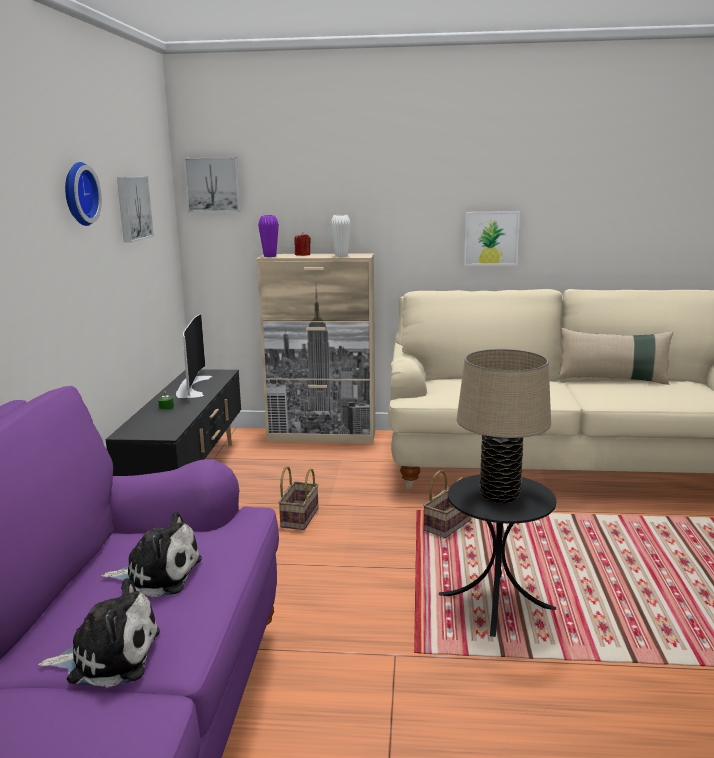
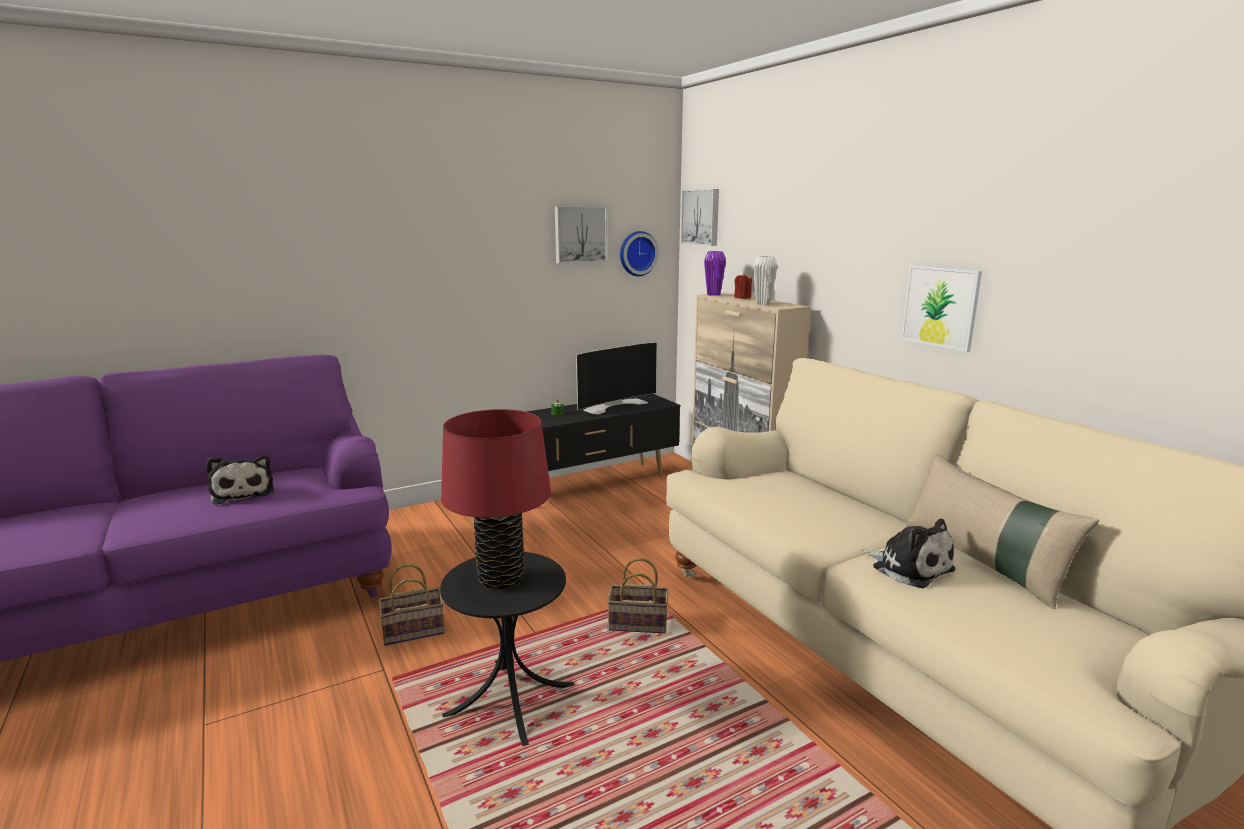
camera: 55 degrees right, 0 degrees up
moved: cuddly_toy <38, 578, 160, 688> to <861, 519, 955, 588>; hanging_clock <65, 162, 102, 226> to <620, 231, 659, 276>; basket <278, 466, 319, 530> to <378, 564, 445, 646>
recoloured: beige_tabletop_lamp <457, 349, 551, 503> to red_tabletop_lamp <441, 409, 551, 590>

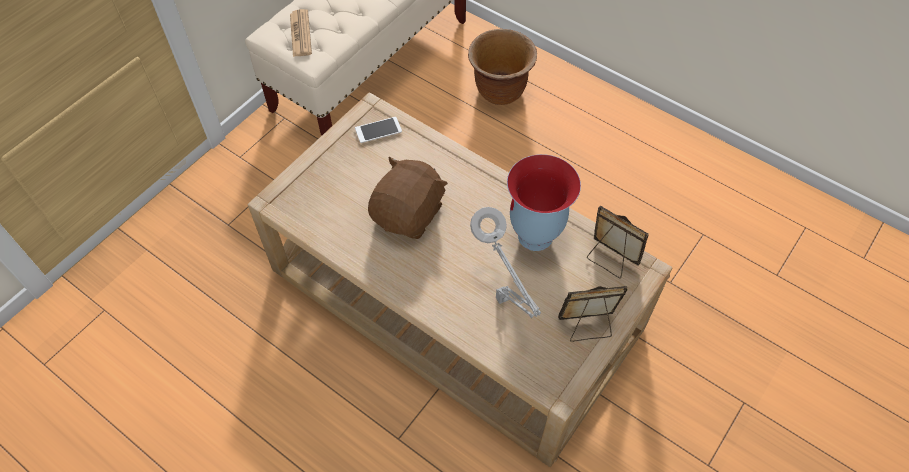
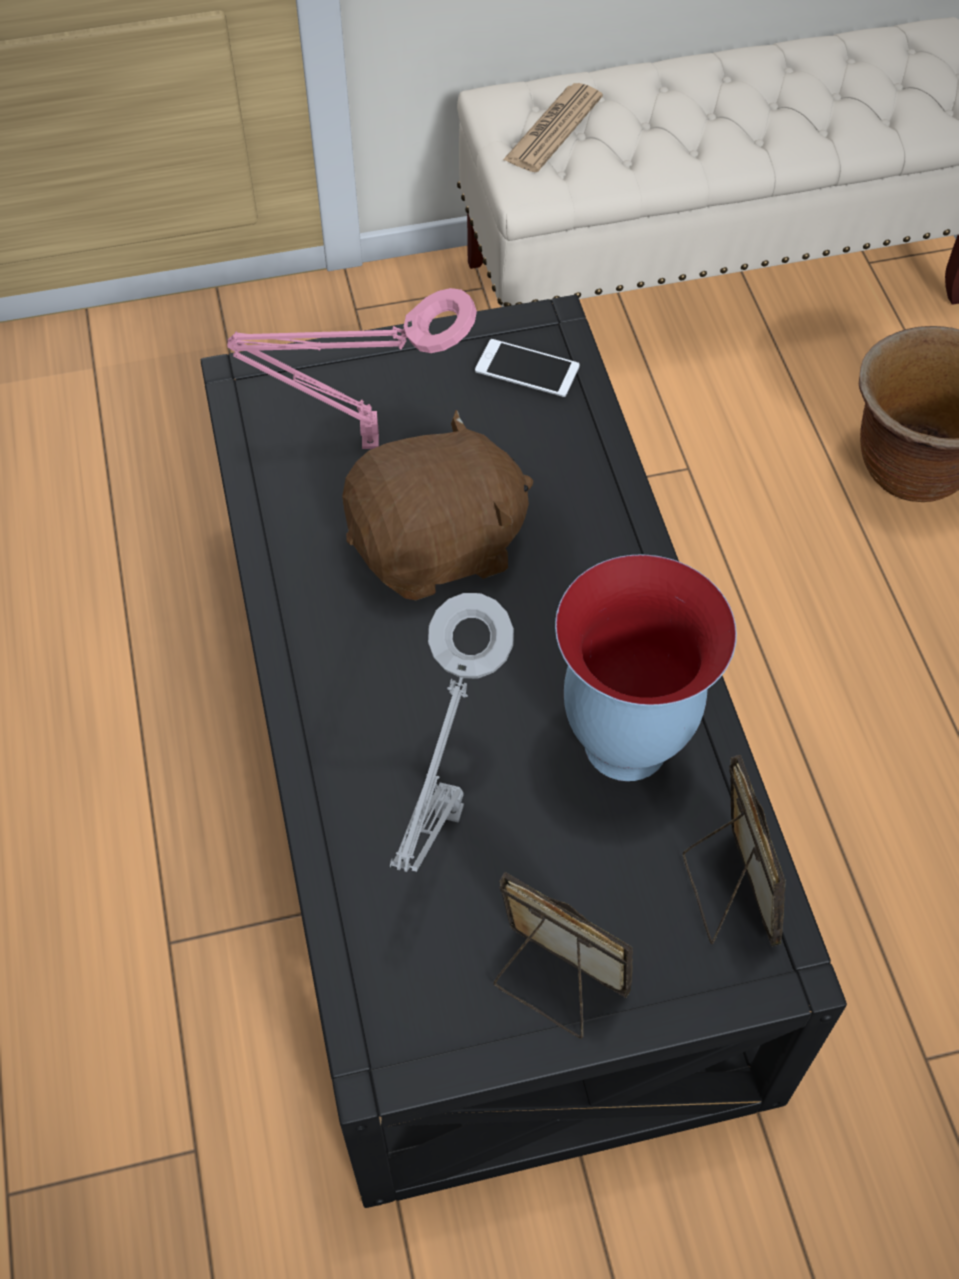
camera: 40 degrees right, 0 degrees up
added: pinkish_tabletop_lamp <227, 288, 477, 449>
recoloured: beige_lounge_table <247, 92, 672, 467> to blackish_lounge_table <201, 295, 847, 1208>

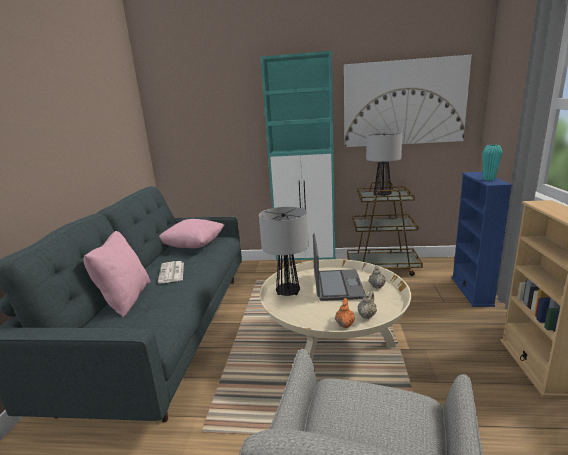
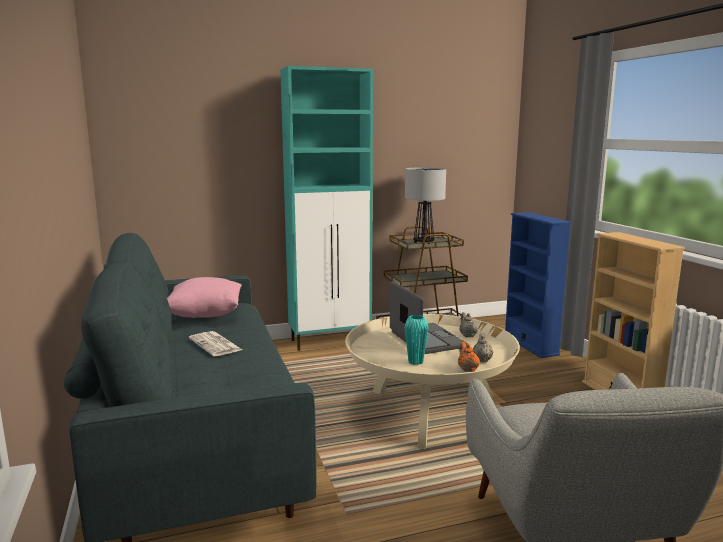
camera: 25 degrees left, 5 degrees down
removed: pinkish_pillow <84, 231, 150, 317>; tabletop_lamp <259, 207, 309, 296>; wall_picture <344, 55, 472, 147>
moved: turquoise_flower_vase <482, 145, 502, 181> to <405, 315, 429, 365>

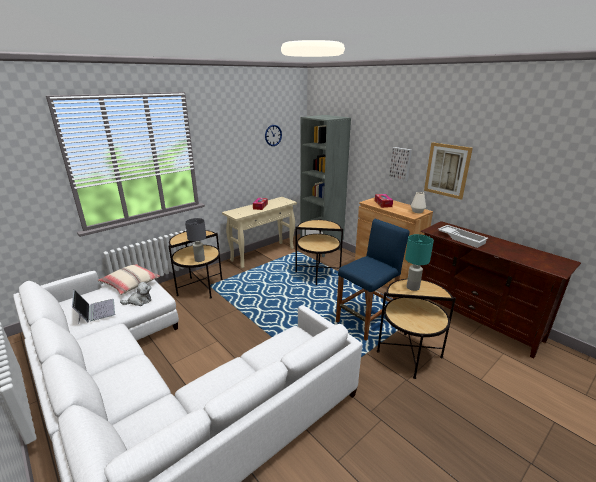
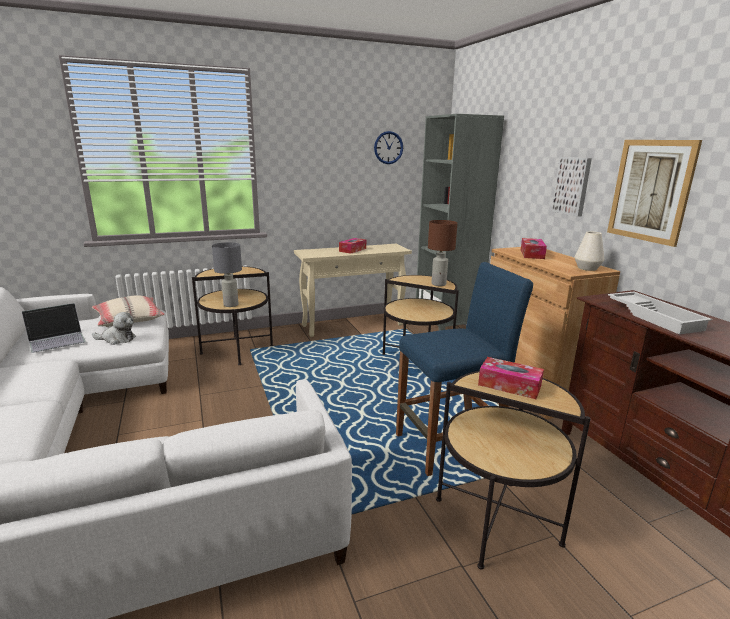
camera: 20 degrees right, 5 degrees down
added: brownish_tabletop_lamp <428, 220, 457, 286>
replaced: turquoise_tabletop_lamp <405, 234, 434, 291> to box_of_tissues <478, 357, 544, 399>
turned: laptop <72, 289, 115, 325> = <22, 303, 86, 353> 60 degrees clockwise

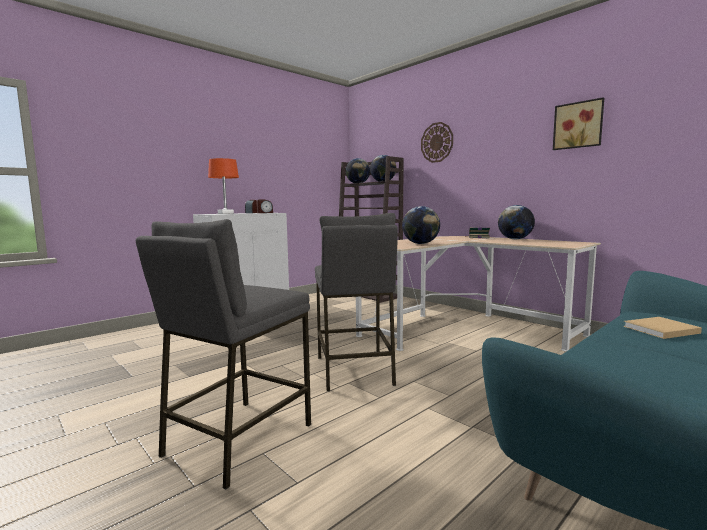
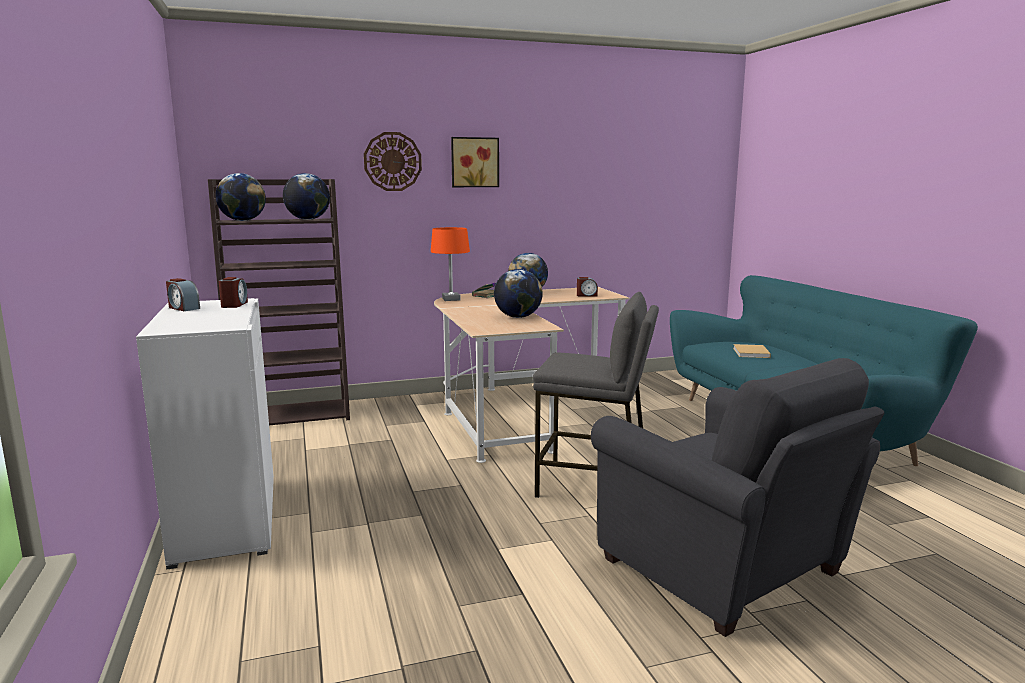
camera: 65 degrees left, 5 degrees up
added: table_clock <577, 277, 598, 297>
moved: orange-coloured_tabletop_lamp <208, 158, 239, 214> to <431, 227, 470, 301>; wall_picture <553, 97, 604, 150> to <451, 137, 499, 187>
replaced: greyish_stool_seat <136, 219, 311, 489> to greyish_armchair <591, 358, 884, 637>

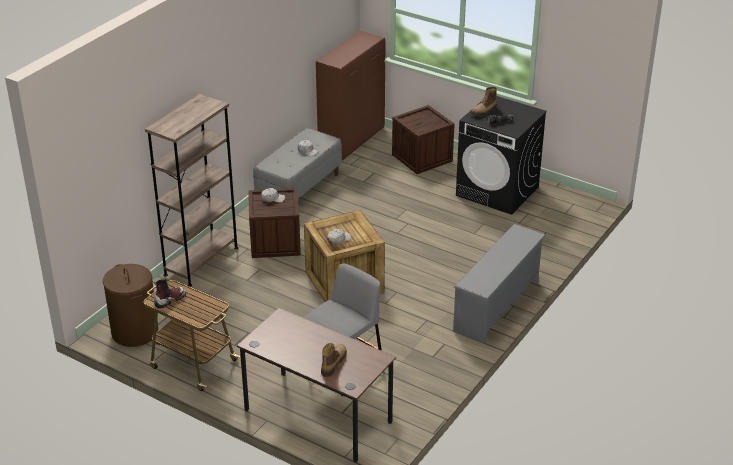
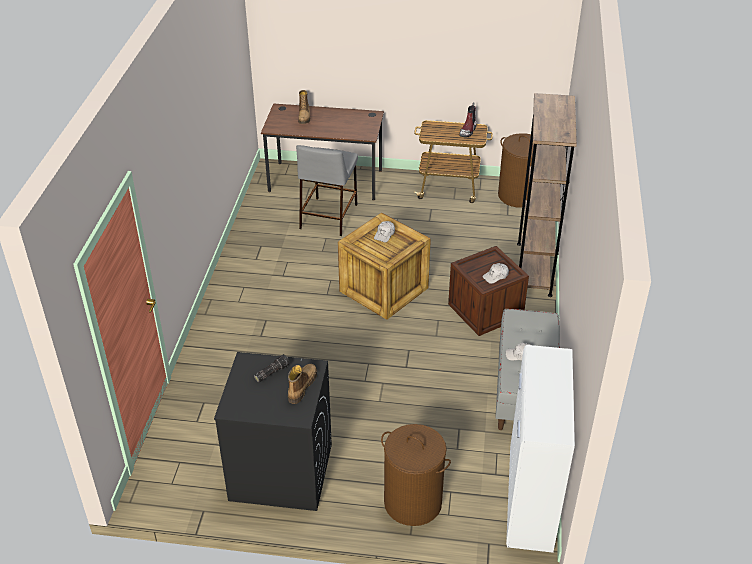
camera: 155 degrees right, 5 degrees up
removed: greyish_shoe_rack <453, 224, 546, 343>
replaced: crate <392, 105, 455, 174> to brownish_laundry_basket <381, 424, 451, 526>
recoloured: brownish_cabinet <316, 31, 385, 161> to white-coloured_cabinet <506, 345, 575, 553>

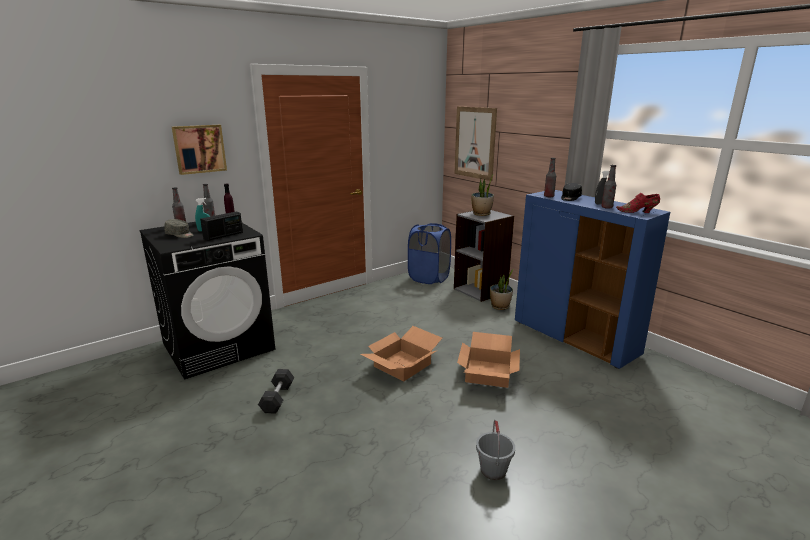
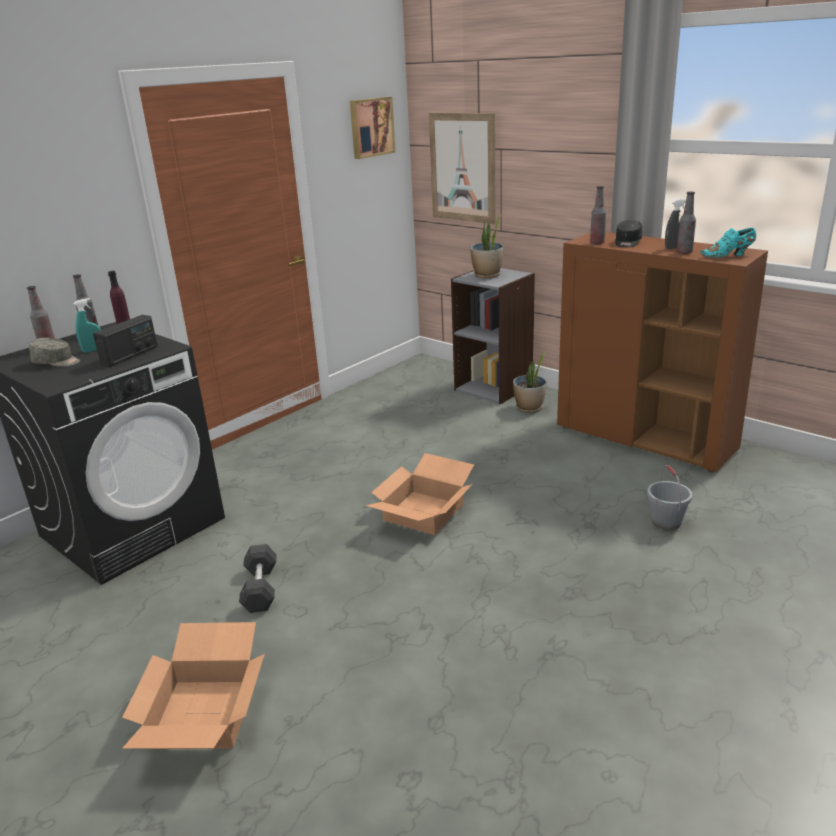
camera: 10 degrees left, 5 degrees up
removed: blue_laundry_basket <408, 223, 451, 284>
moved: wall_picture <172, 125, 227, 175> to <350, 97, 396, 159>; cardboard_box <457, 332, 520, 388> to <122, 622, 265, 749>; greyish_pail <476, 420, 515, 480> to <647, 465, 692, 530>
recoloured: blue_cabinet <515, 190, 670, 369> to brownish_cabinet <557, 232, 768, 472>; red_low_shoe <616, 193, 660, 213> to turquoise_low_shoe <700, 228, 756, 258>

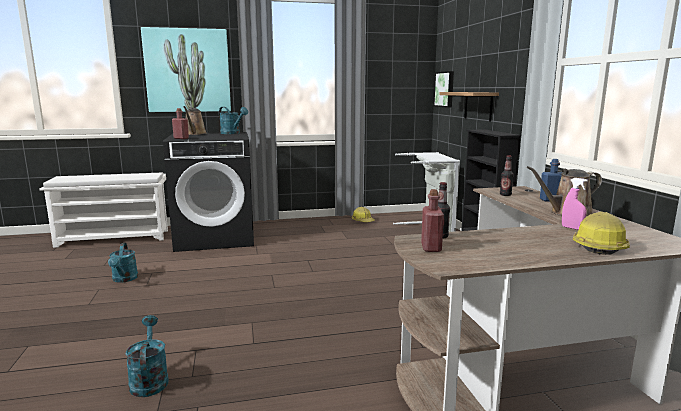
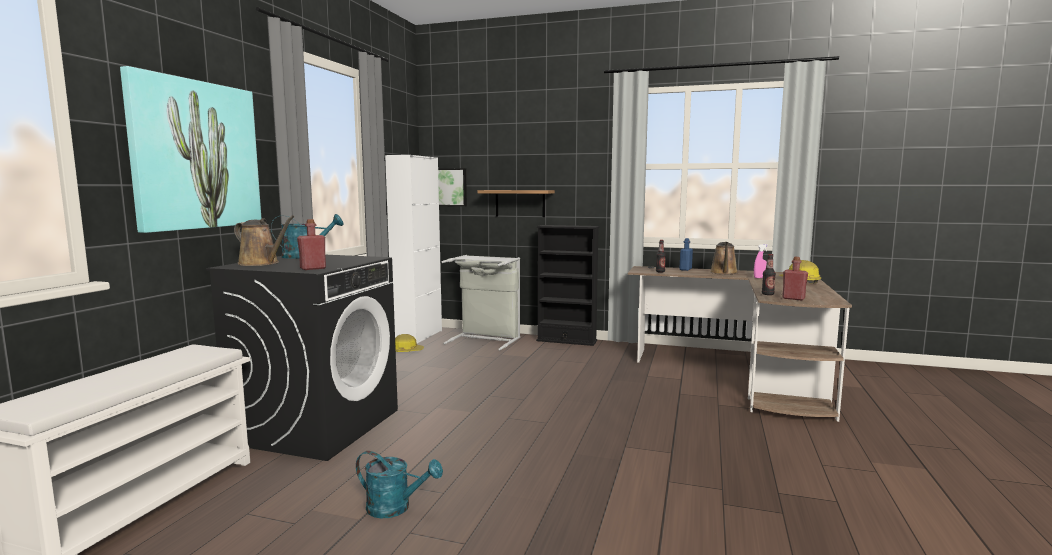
camera: 60 degrees left, 5 degrees down
removed: turquoise_watering_pot <125, 315, 169, 397>
added: white-coloured_cabinet <385, 155, 442, 343>

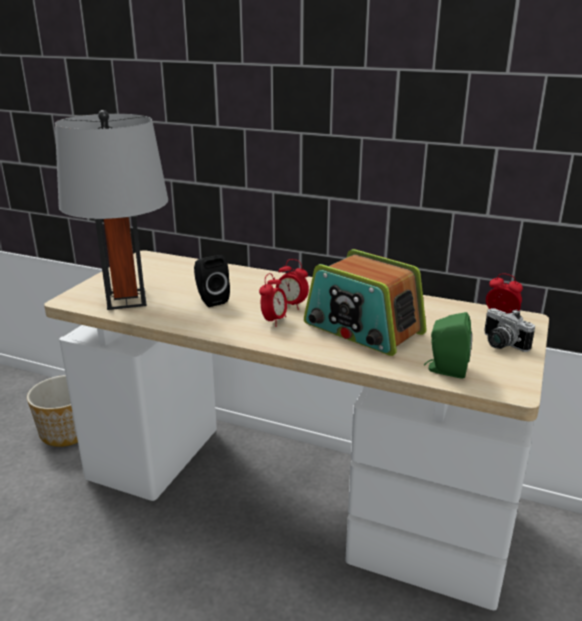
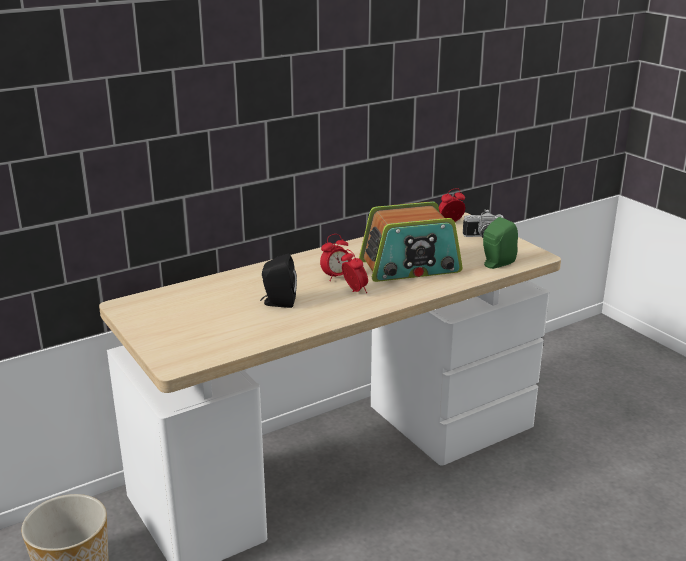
camera: 55 degrees left, 0 degrees up
removed: greyish_tabletop_lamp <55, 110, 168, 310>

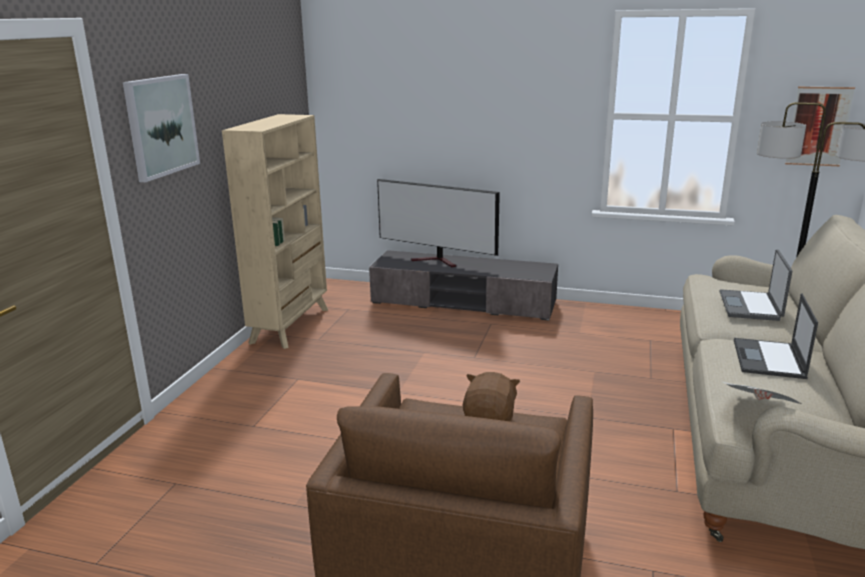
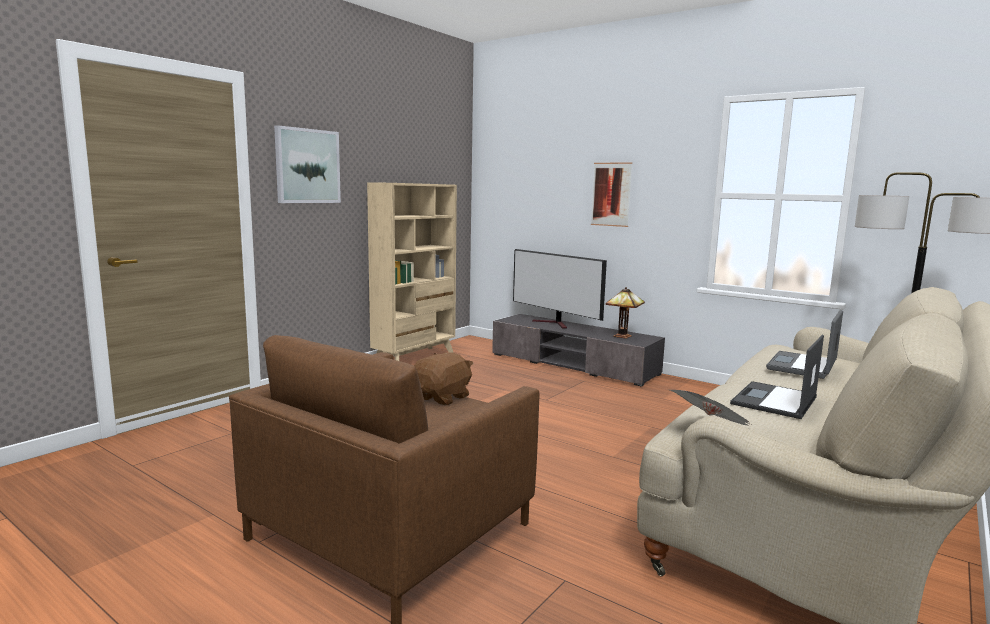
camera: 20 degrees right, 10 degrees down
added: tabletop_lamp <605, 287, 645, 339>
moved: wall_picture <785, 87, 855, 166> to <591, 162, 632, 227>

